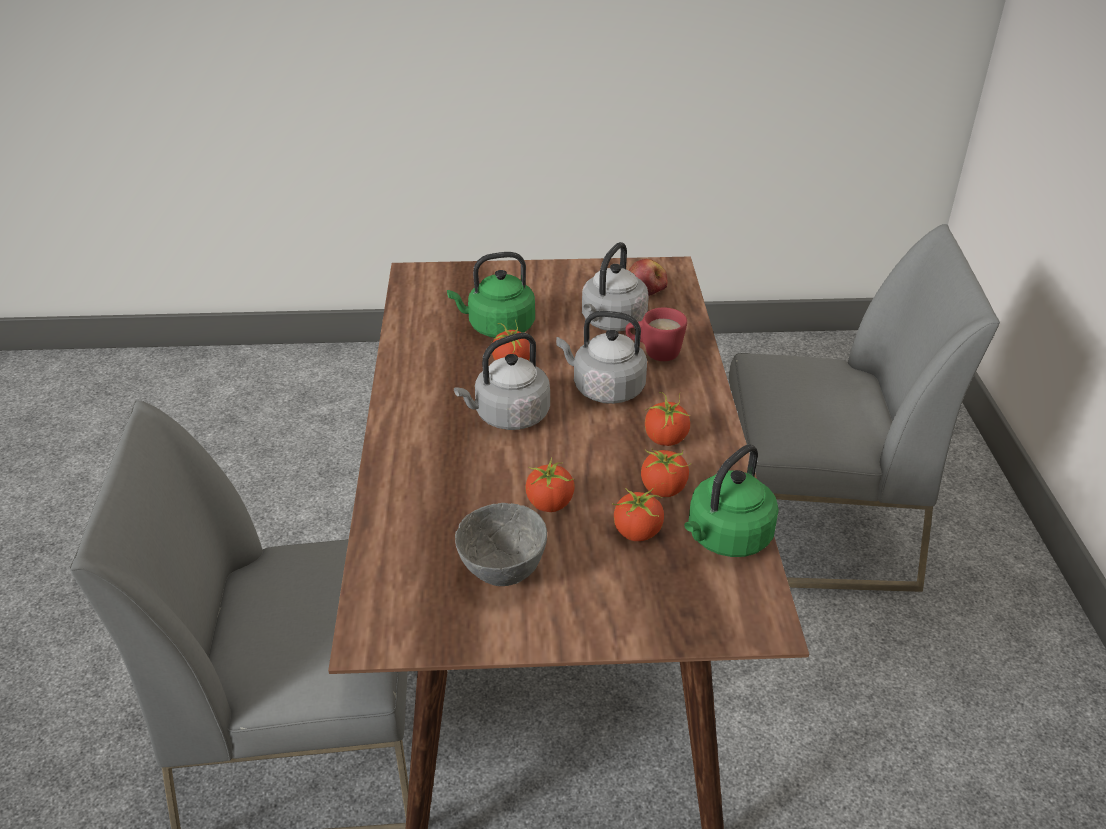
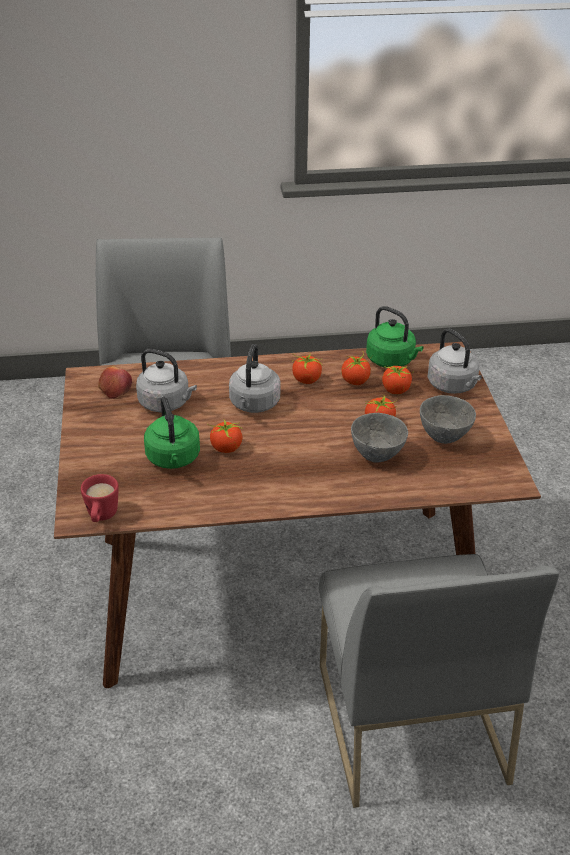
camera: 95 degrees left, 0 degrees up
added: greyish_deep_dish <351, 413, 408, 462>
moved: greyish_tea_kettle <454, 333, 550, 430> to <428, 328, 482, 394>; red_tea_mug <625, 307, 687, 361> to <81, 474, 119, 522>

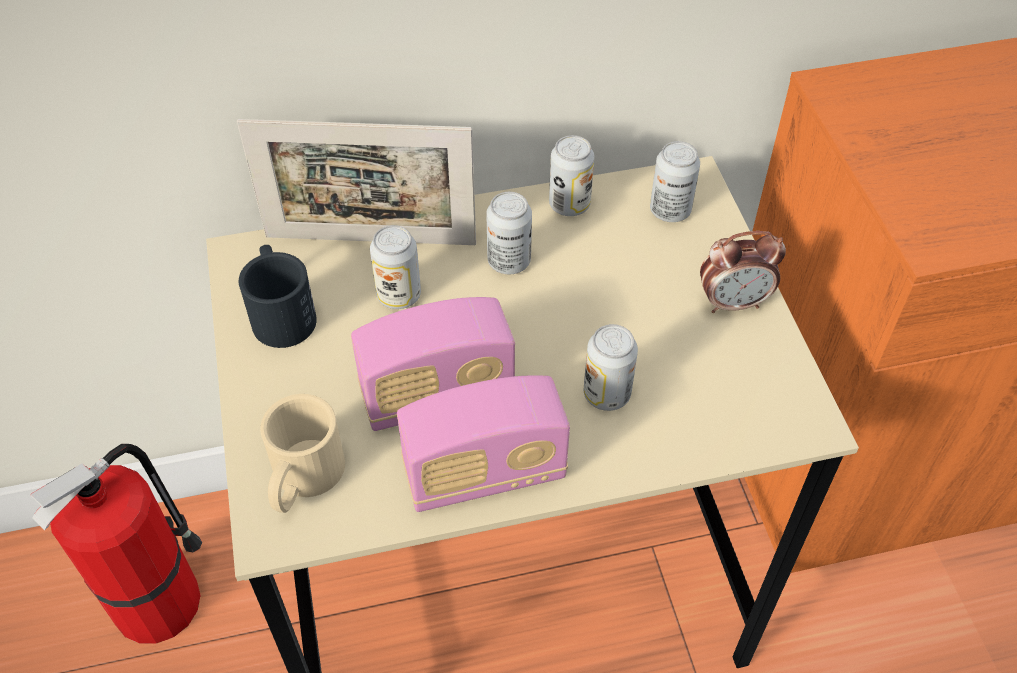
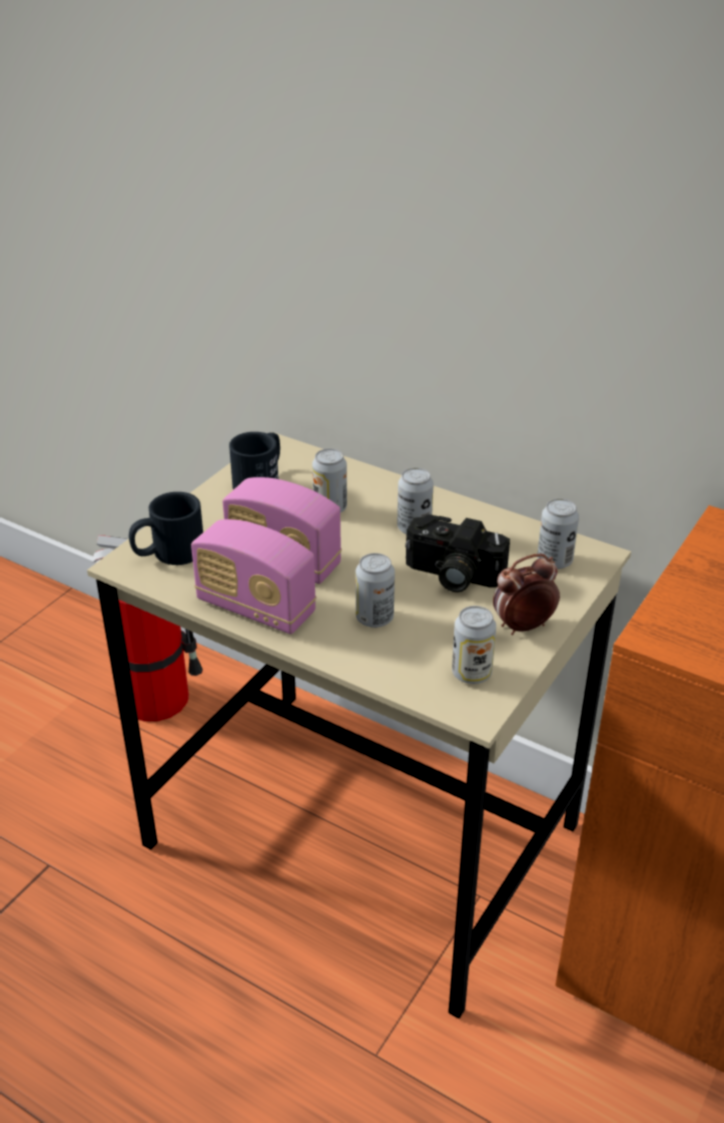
camera: 45 degrees right, 15 degrees down
removed: picture_frame <237, 119, 476, 245>
added: still_camera <405, 515, 510, 592>
moved: can <549, 135, 594, 216> to <452, 606, 496, 684>
recoloured: beige_tea_mug <260, 394, 345, 513> to blackish_tea_mug <129, 492, 203, 565>
turned: table_clock <700, 231, 786, 313> = <493, 554, 560, 635> 120 degrees clockwise

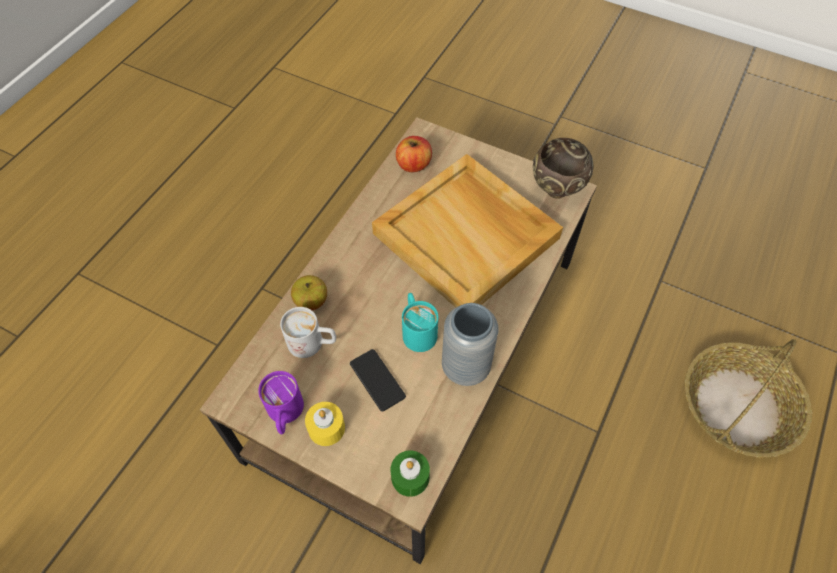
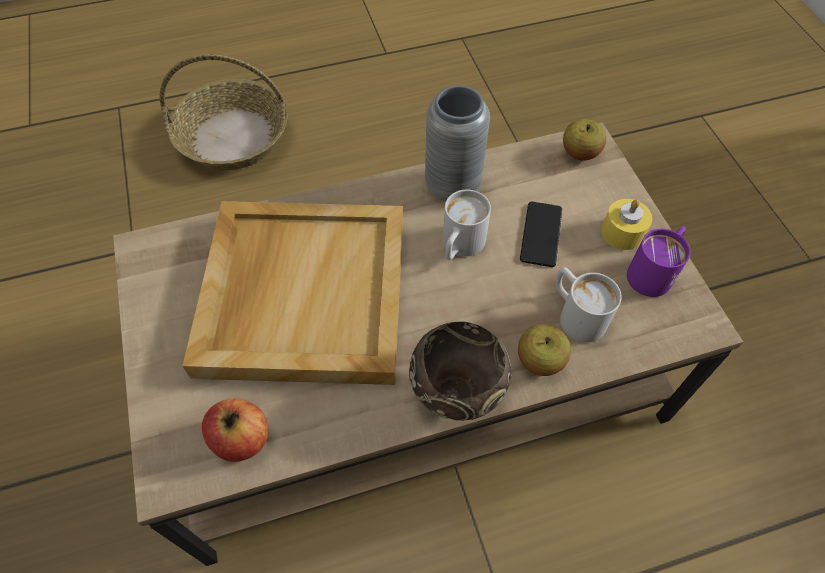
camera: 135 degrees left, 0 degrees up
moved: brownish_deep_dish <533, 138, 593, 199> to <409, 321, 512, 421>
replaced: green_wax_light <390, 450, 430, 497> to whole_apple <563, 119, 607, 161>
recoloured: turquoise_tea_mug <402, 293, 438, 352> to white-coloured_tea_mug <443, 190, 491, 260>

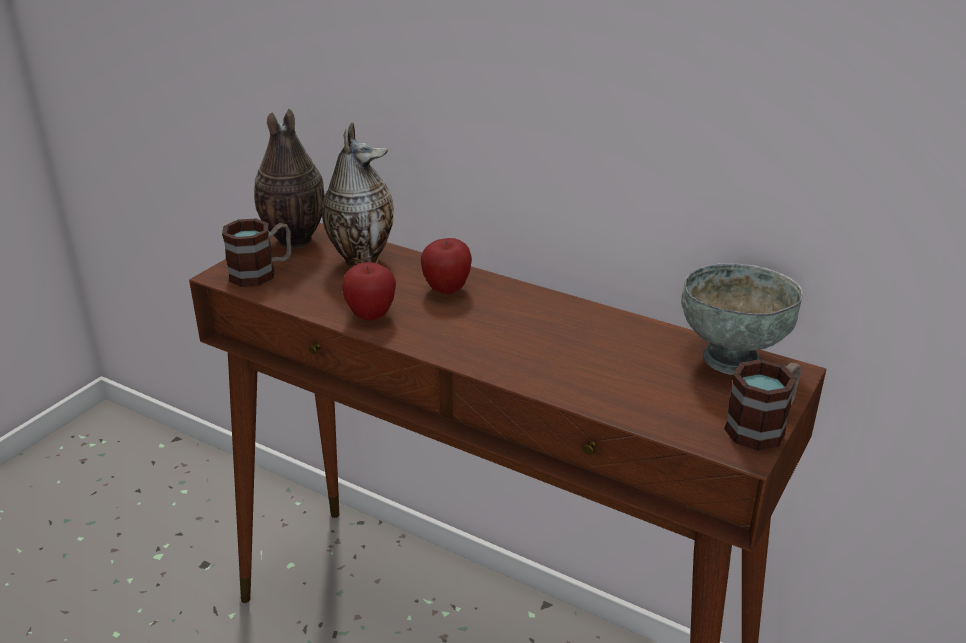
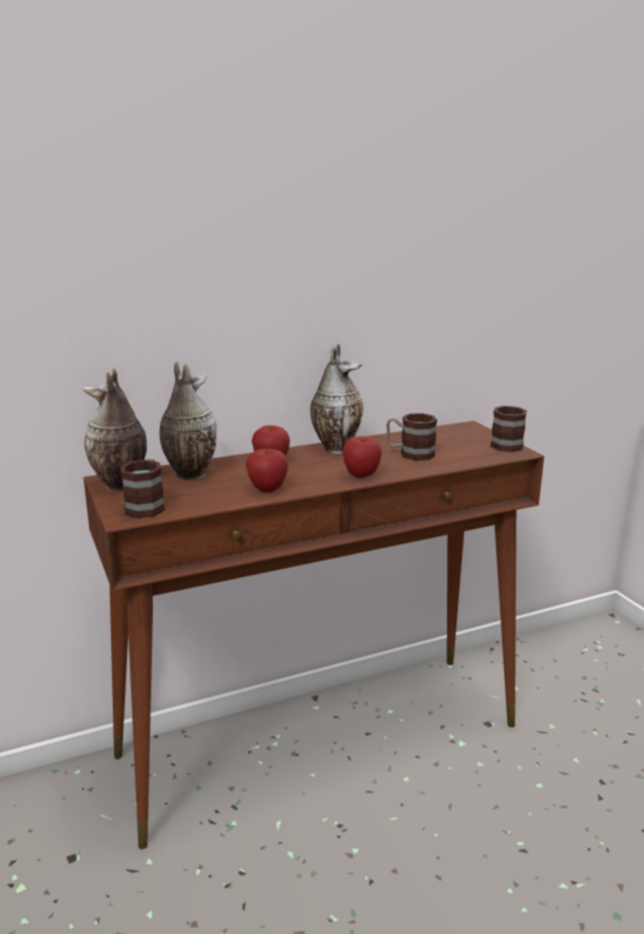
camera: 55 degrees left, 10 degrees down
removed: greyish_deep_dish <681, 263, 803, 375>
added: flower_vase <310, 344, 363, 454>; whole_apple <343, 436, 382, 478>; tea_mug <387, 413, 437, 461>

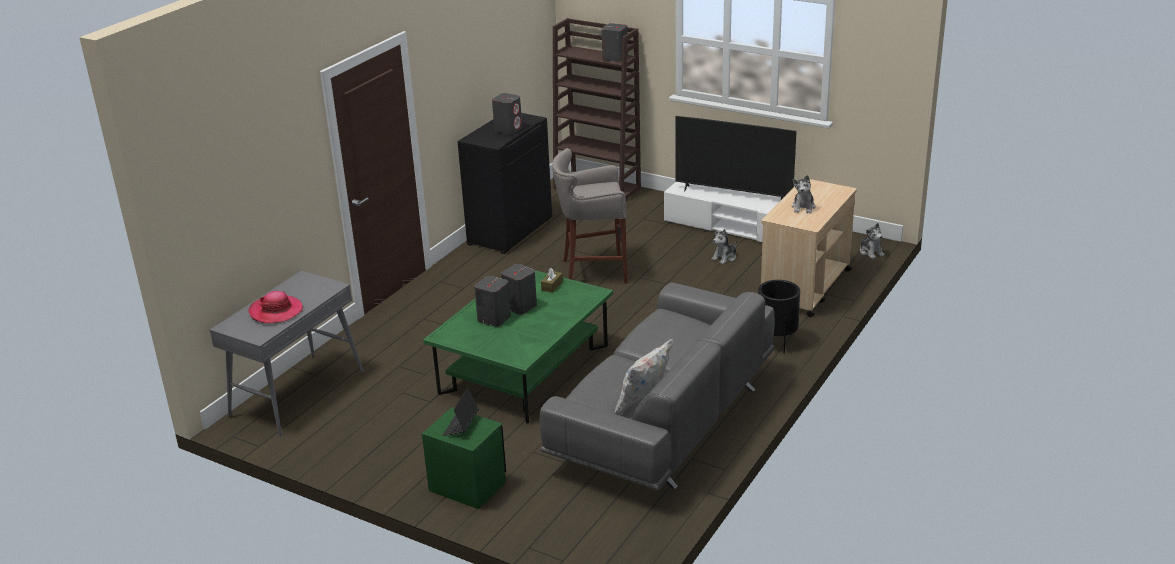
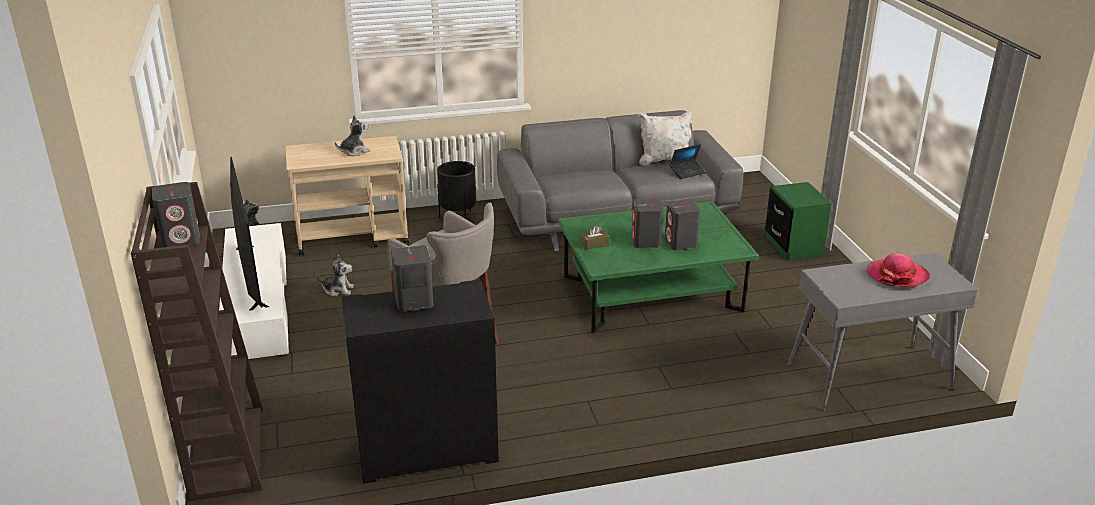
camera: 135 degrees left, 0 degrees up
moved: laptop <442, 388, 479, 436> to <670, 144, 706, 179>

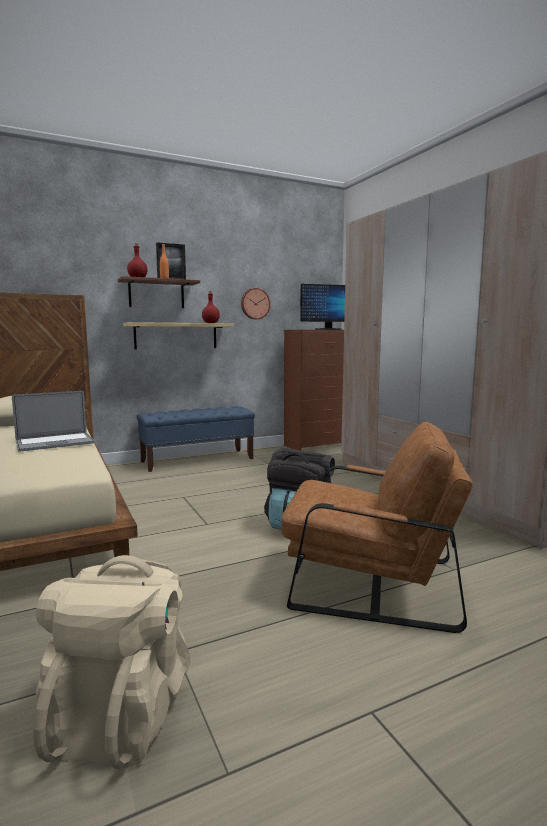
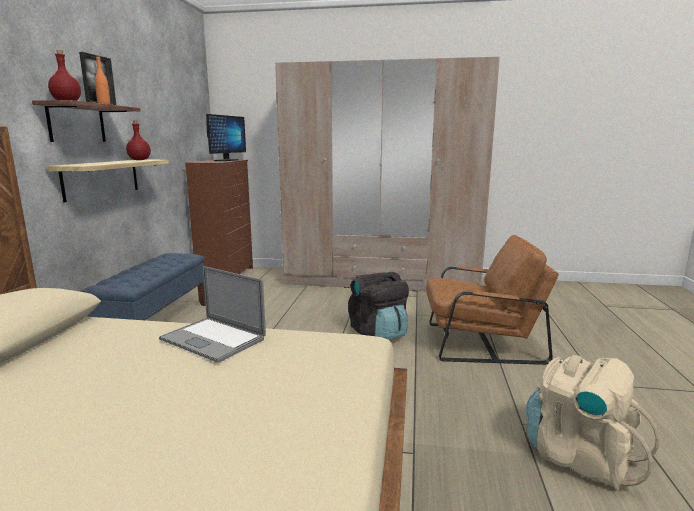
camera: 55 degrees left, 5 degrees up
removed: hanging_clock <241, 288, 271, 320>
turned: laptop <12, 391, 95, 452> = <159, 266, 266, 363> 120 degrees clockwise; brownish_armchair <281, 422, 473, 633> = <426, 235, 558, 365> 45 degrees clockwise

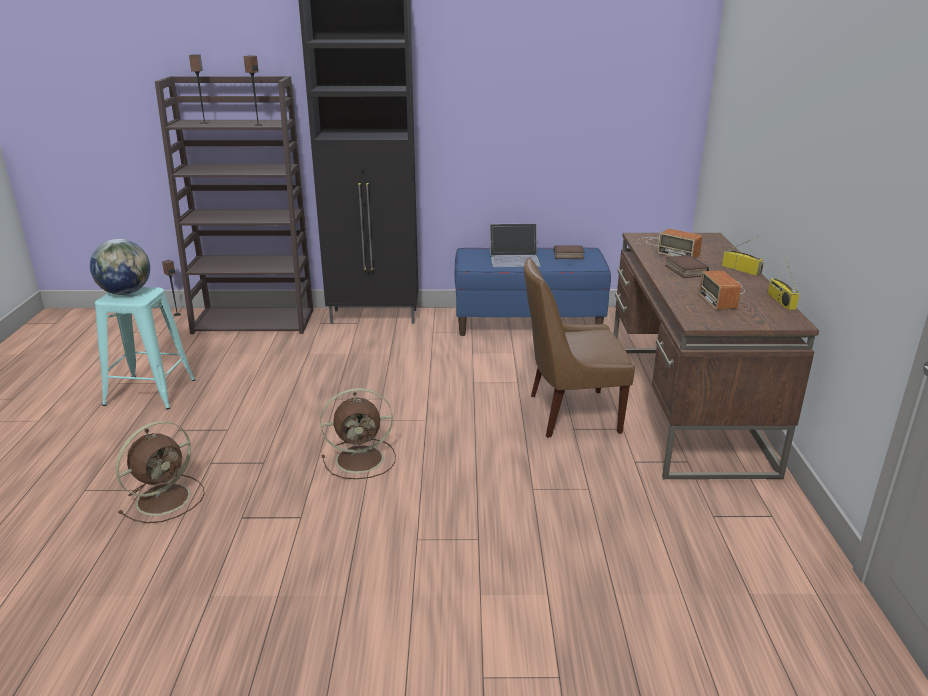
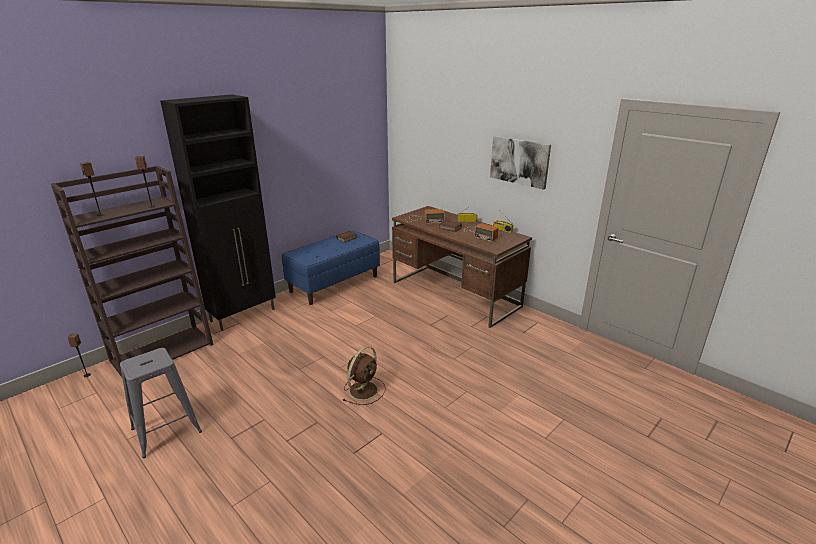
camera: 45 degrees left, 0 degrees up
removed: world_globe <90, 239, 150, 295>; brownish_electric_fan <116, 421, 205, 523>; laptop <490, 223, 541, 267>; brownish_chair <524, 258, 635, 438>
added: wall_picture <490, 136, 551, 190>
recoloured: turquoise_stool_seat <95, 287, 196, 410> to greyish_stool_seat <120, 348, 202, 458>

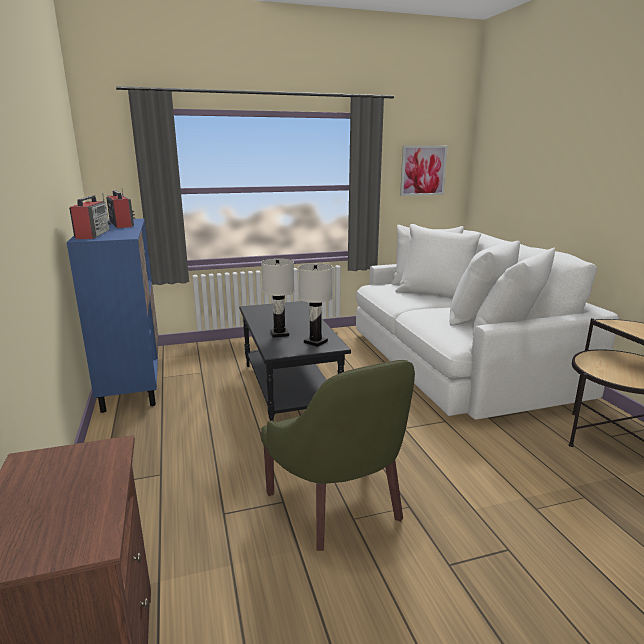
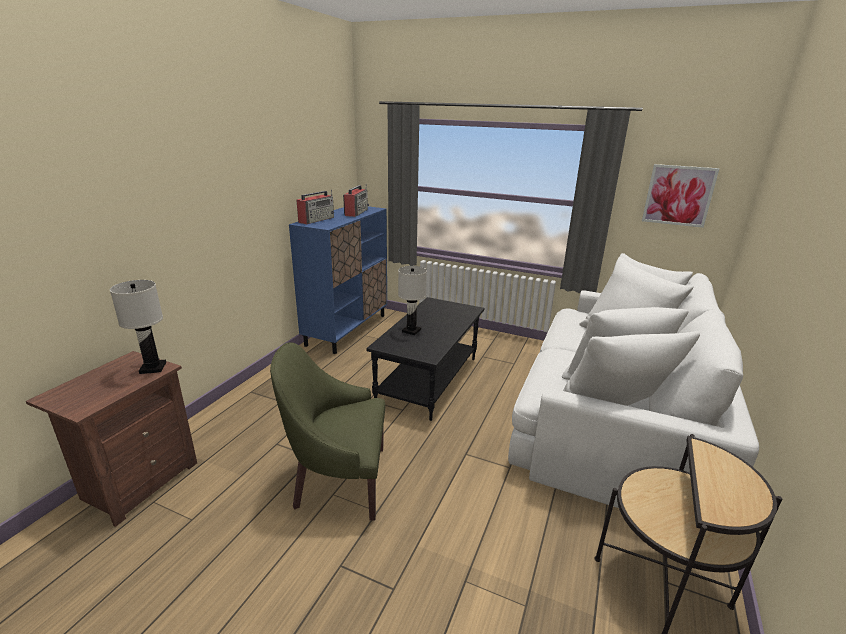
camera: 40 degrees right, 5 degrees up
moved: white-coloured_tabletop_lamp <298, 263, 332, 347> to <110, 280, 166, 374>
turned: green_armchair <261, 360, 415, 551> = <270, 343, 385, 521> 75 degrees clockwise

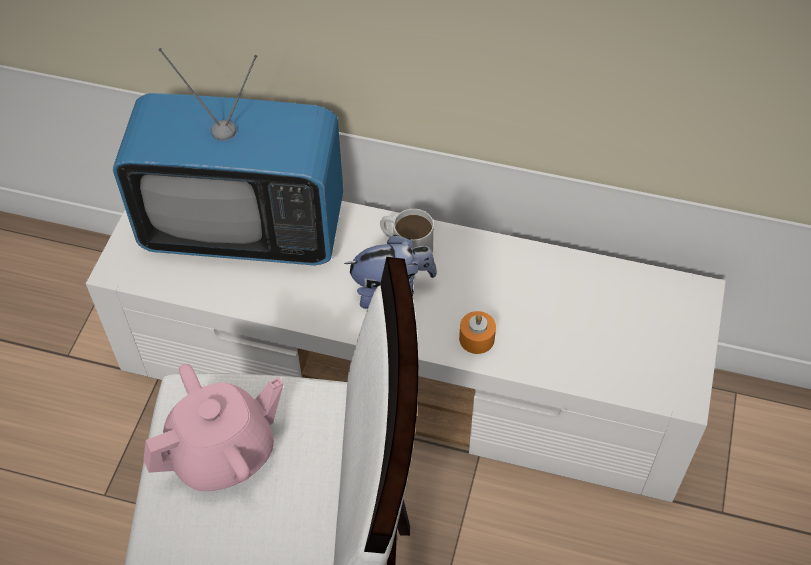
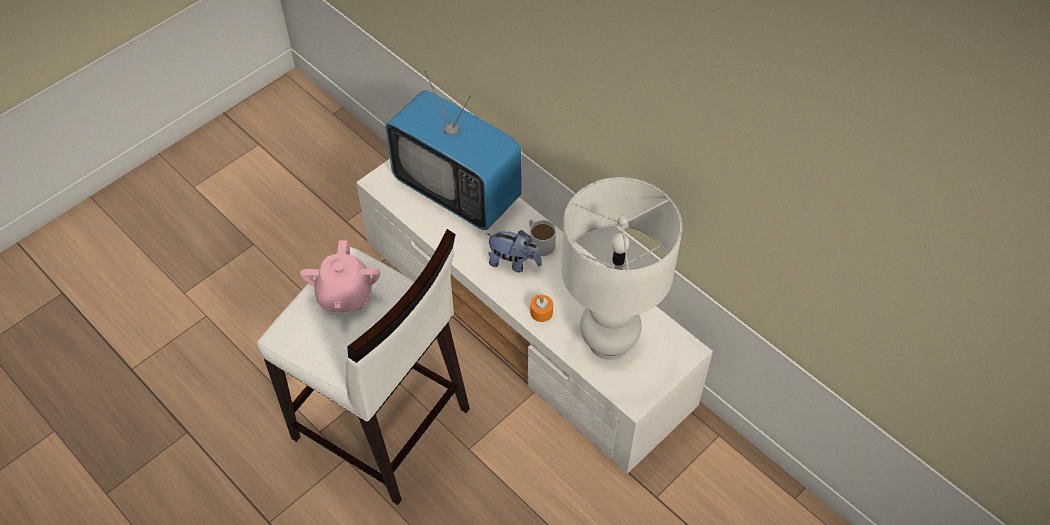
camera: 30 degrees right, 0 degrees up
added: white-coloured_tabletop_lamp <561, 177, 682, 360>
turned: pinkish_tea_pot <143, 364, 284, 491> = <300, 240, 380, 312> 90 degrees clockwise

